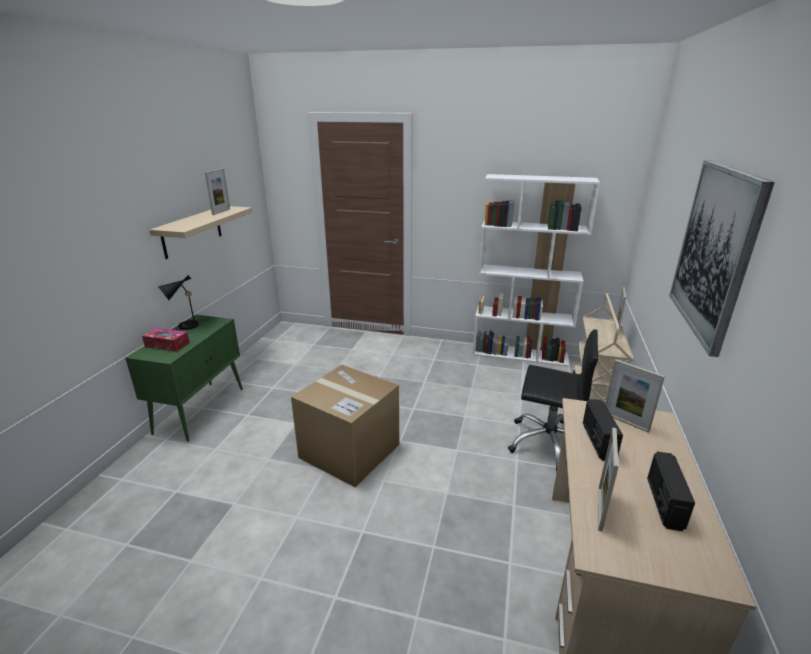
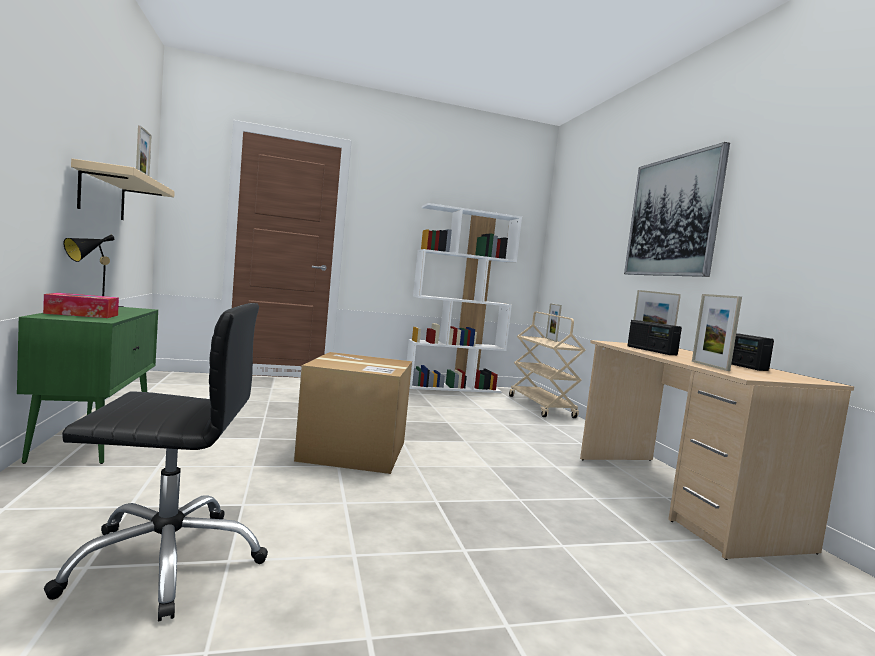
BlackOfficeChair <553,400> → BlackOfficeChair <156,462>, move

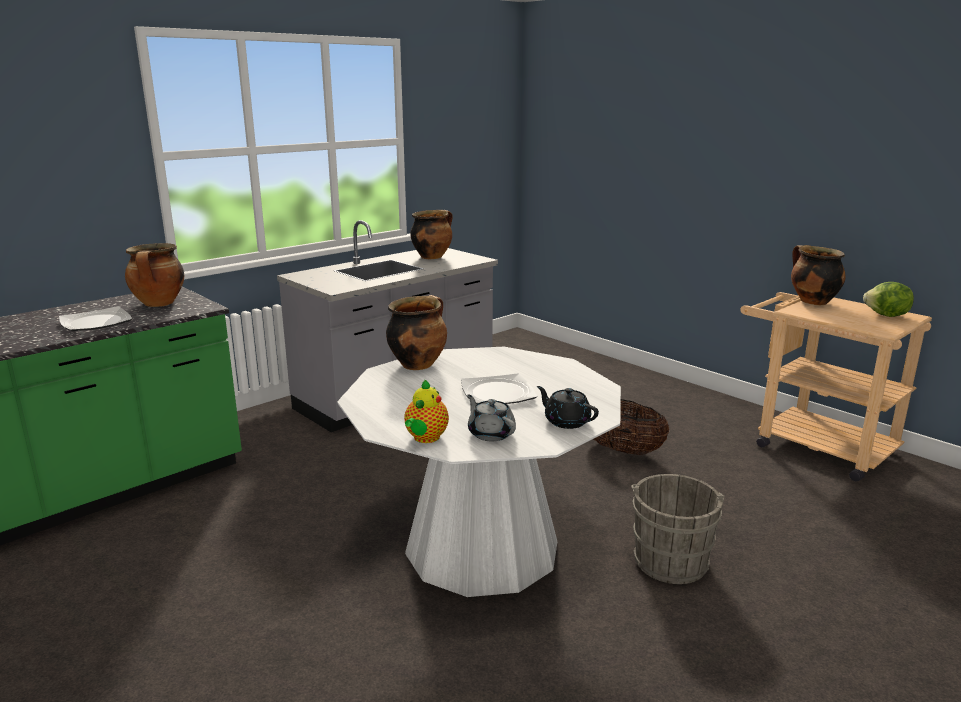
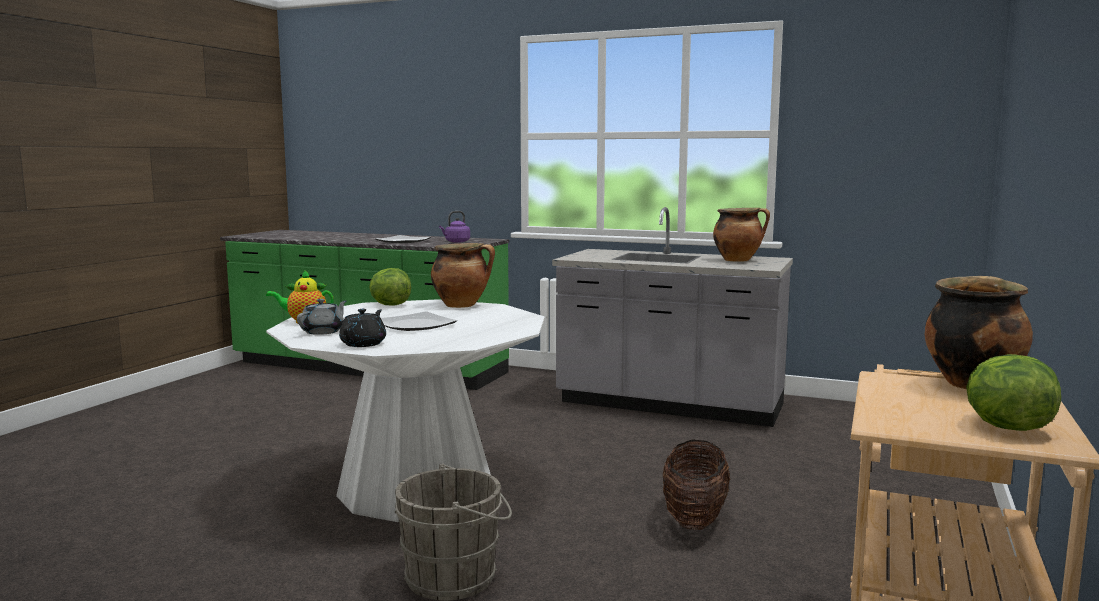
- → Lettuce <390,286>
CookingPot <154,275> → PurpleKettle <454,227>

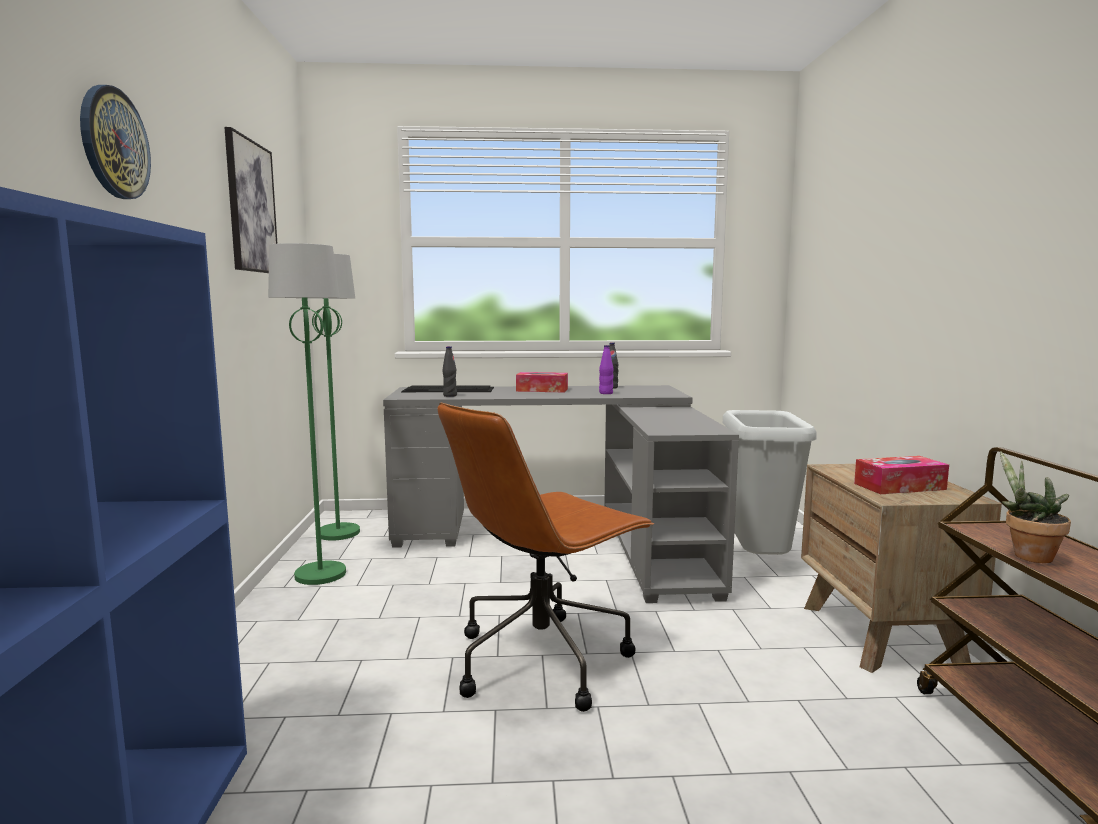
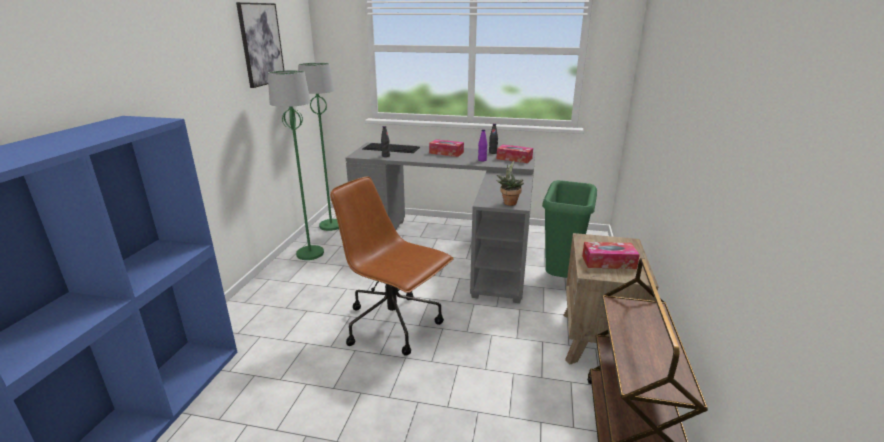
WallClock <115,142> → -
- → TissueBox <515,154>
PottedPlant <1035,507> → PottedPlant <510,183>, move
GreyTrashCan <770,482> → GreenTrashCan <569,229>
BrownOfficeChair <546,557> → BrownOfficeChair <392,266>, 60 degrees clockwise

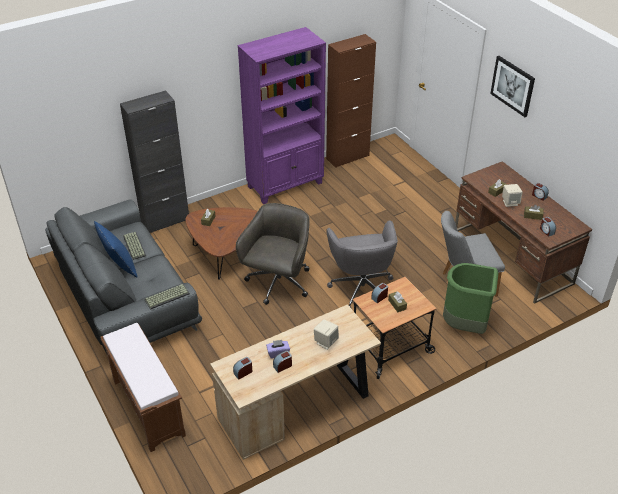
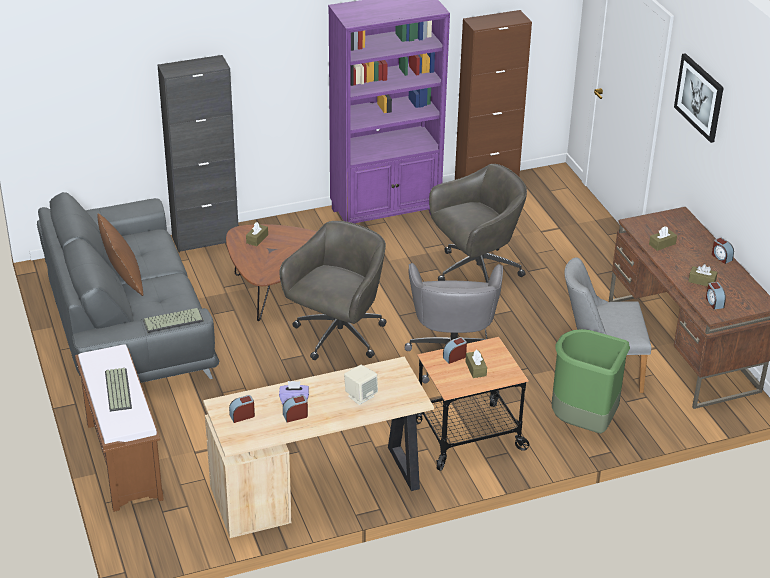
BeigeSpeaker <512,195> → -
- → GreyOfficeChair <478,223>
Keyboard <134,246> → Keyboard <118,390>, move
BluePillow <116,249> → BrownPillow <120,254>

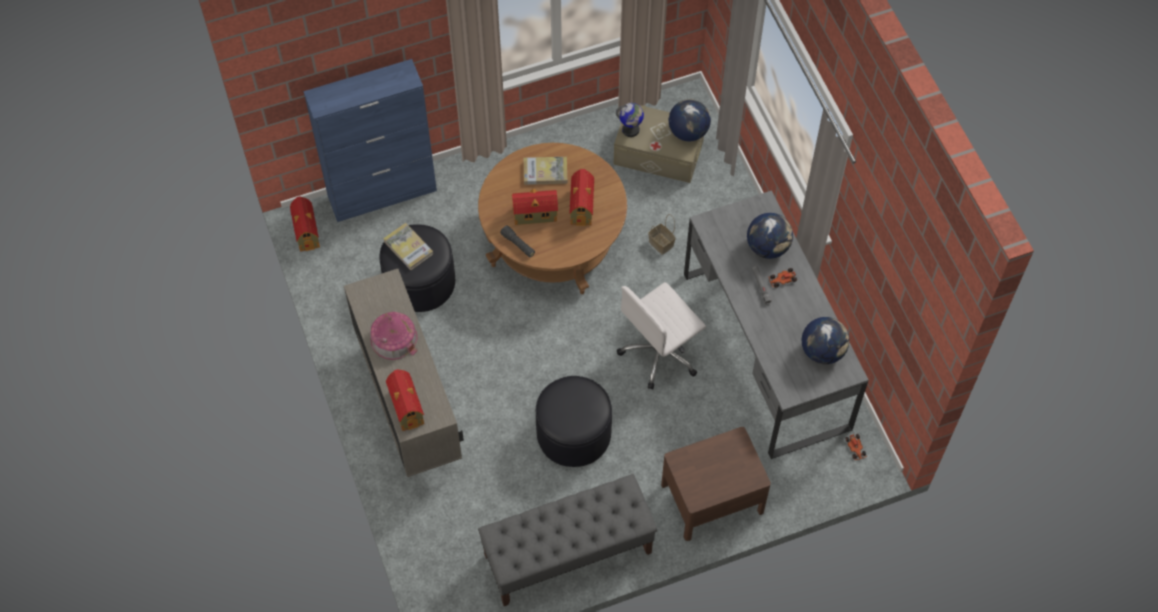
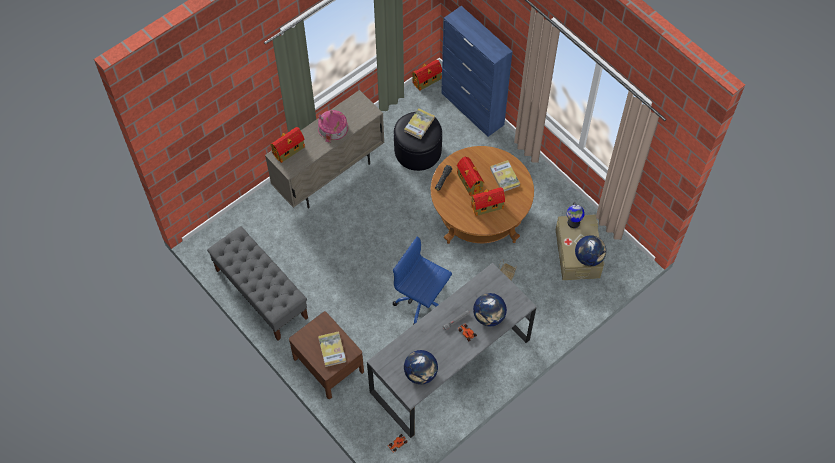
BlackOttoman <574,421> → -
- → Book <332,349>
WhiteOfficeChair <661,336> → BlueOfficeChair <422,280>

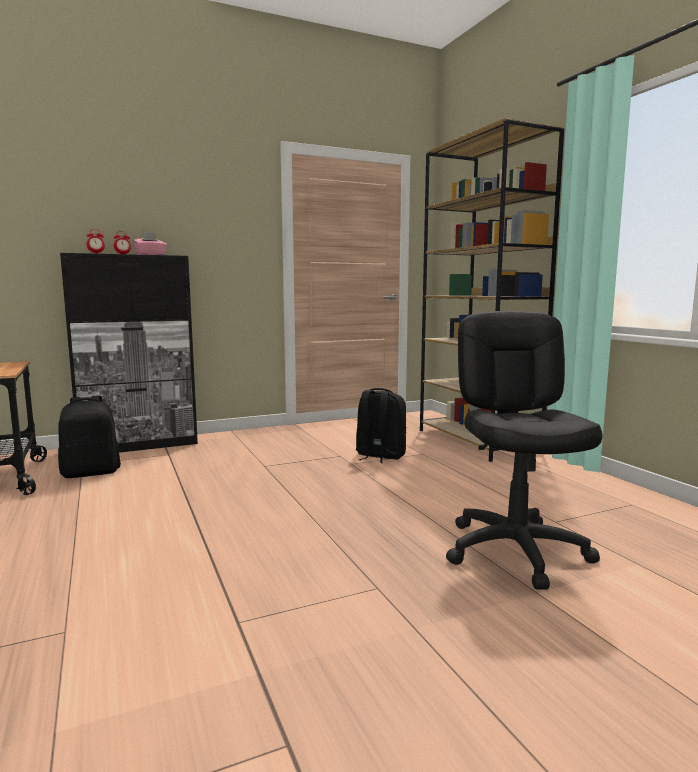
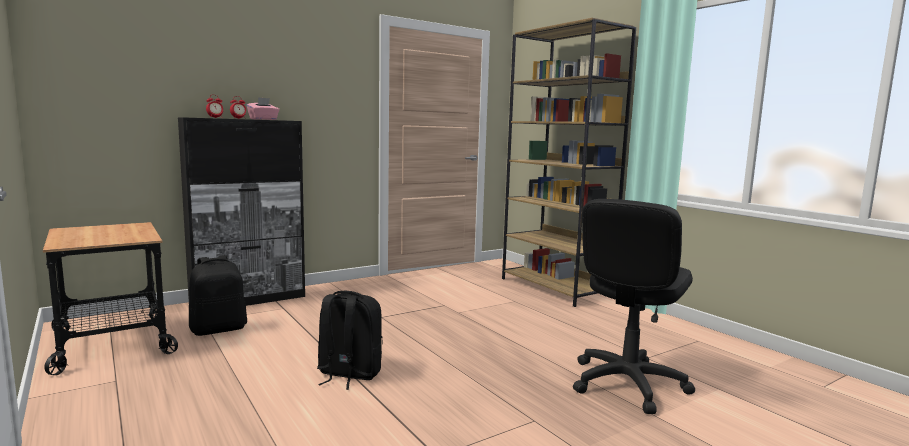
BlackBackpack <381,425> → BlackBackpack <350,340>, move
BlackOfficeChair <524,450> → BlackOfficeChair <634,306>, 135 degrees counterclockwise

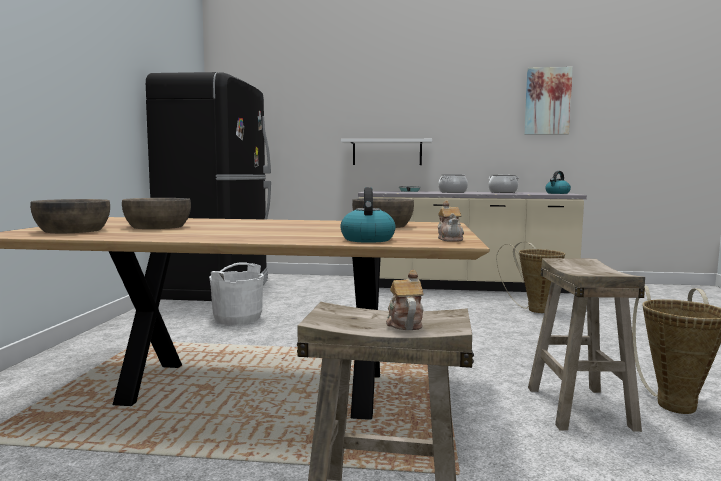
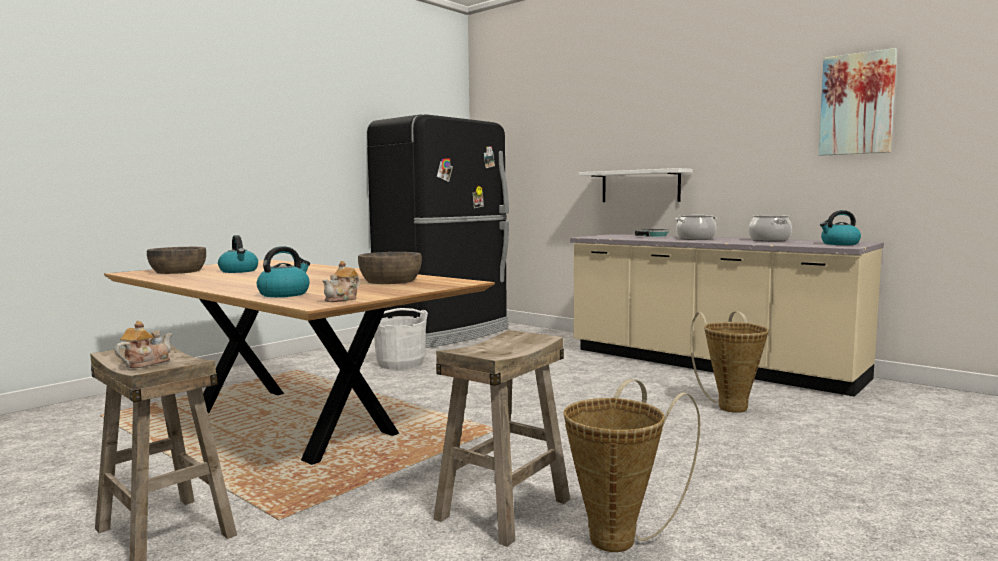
BrownBowl <156,213> → Kettle <238,254>

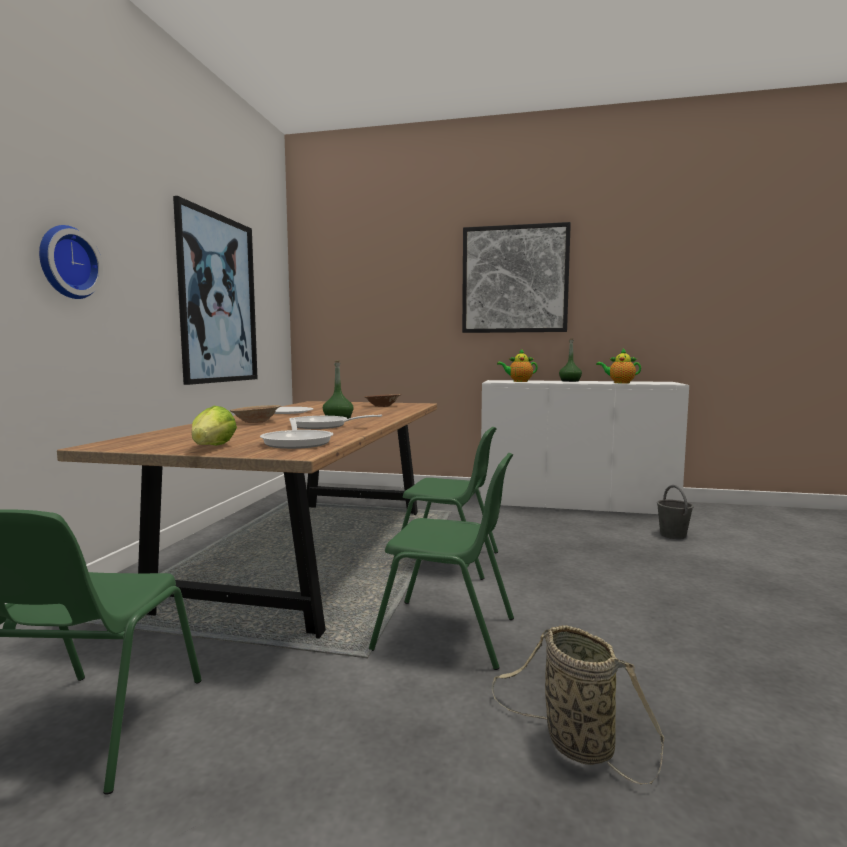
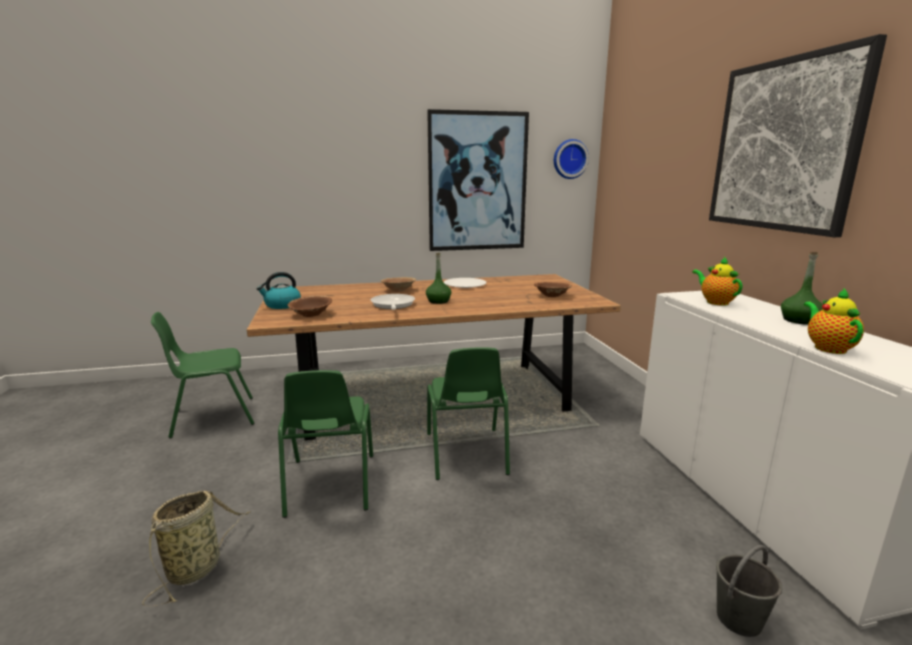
WallClock <71,262> → WallClock <571,159>, move
Lettuce <214,426> → Kettle <279,290>
FryingPan <296,433> → BrownBowl <309,306>

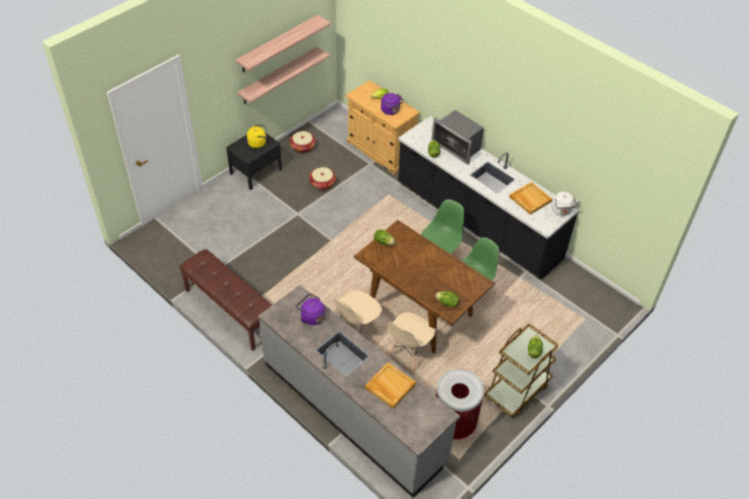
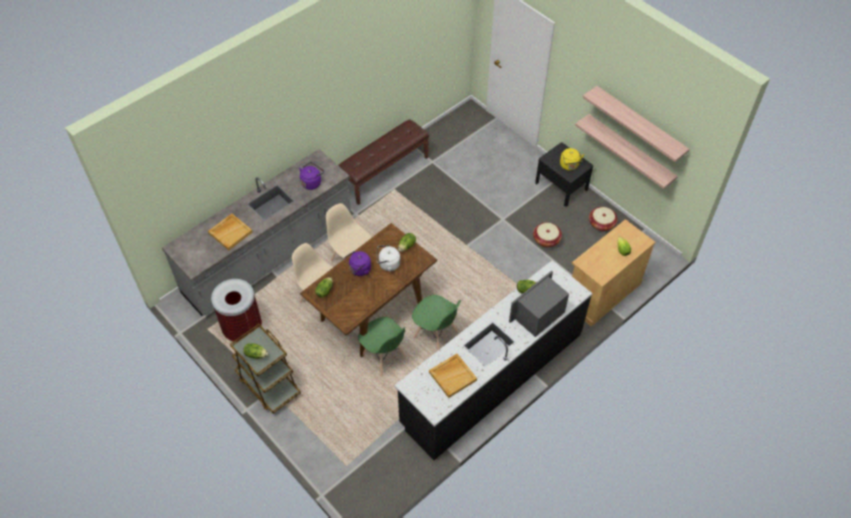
PurpleKettle <392,104> → PurpleKettle <357,263>, move
WhiteKettle <565,204> → WhiteKettle <389,258>, move

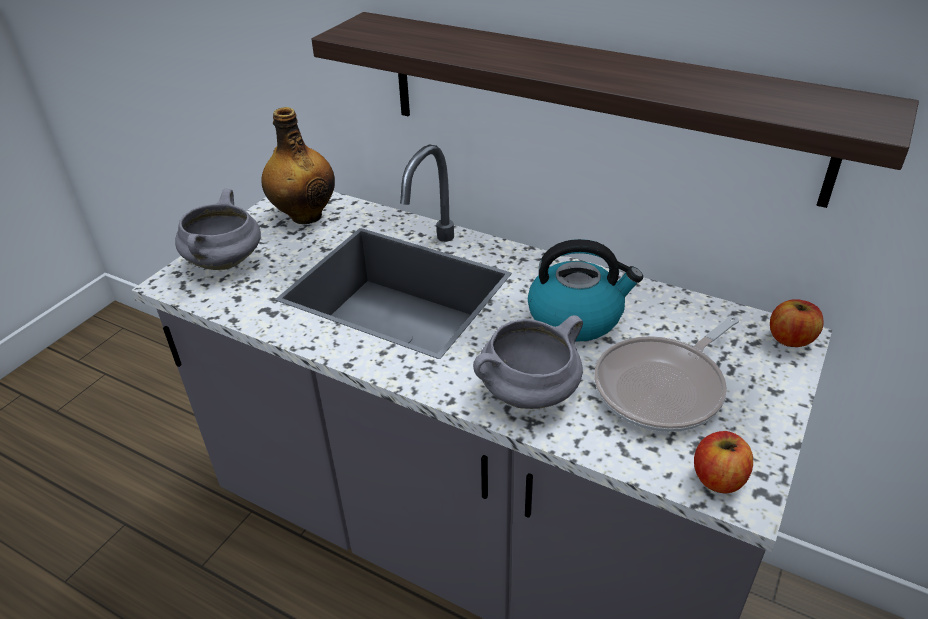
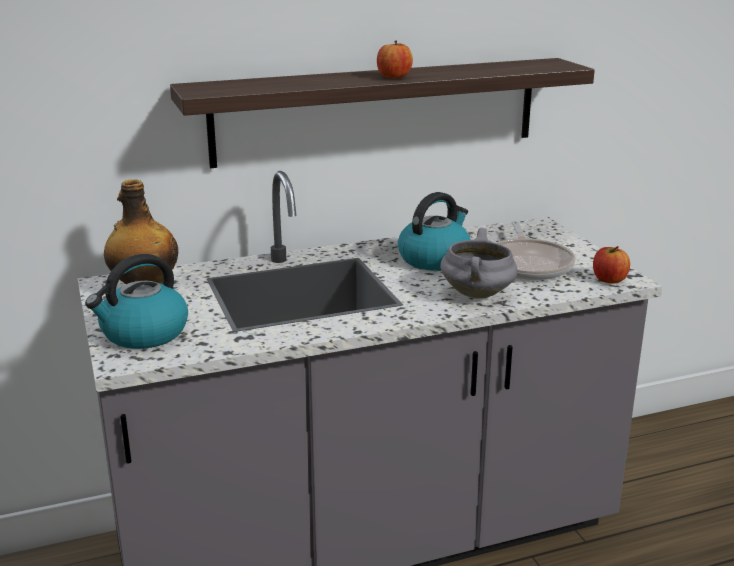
Apple <797,323> → Apple <395,59>, move
GreyCookingPot <218,229> → Kettle <136,301>

